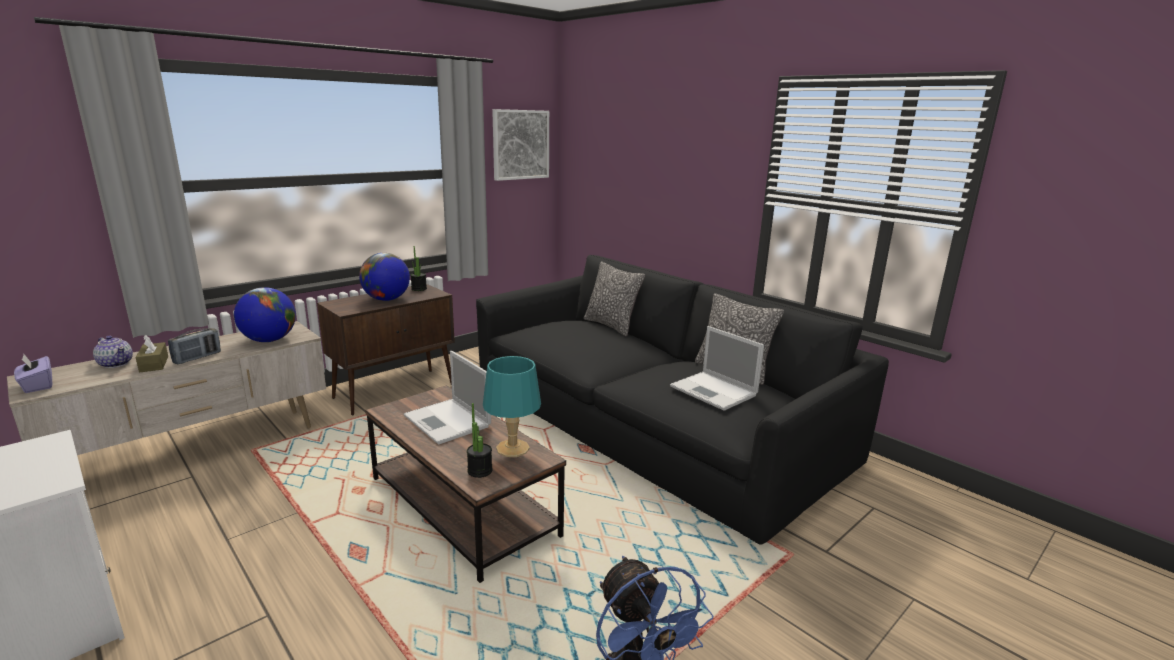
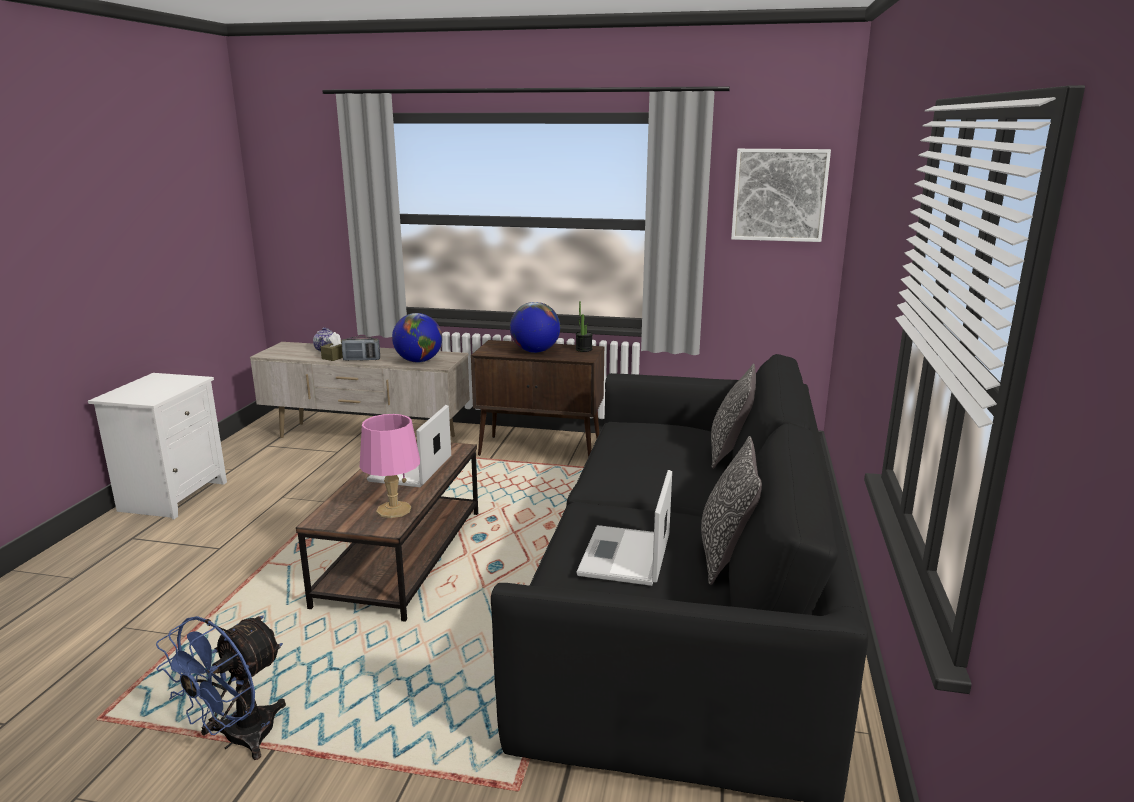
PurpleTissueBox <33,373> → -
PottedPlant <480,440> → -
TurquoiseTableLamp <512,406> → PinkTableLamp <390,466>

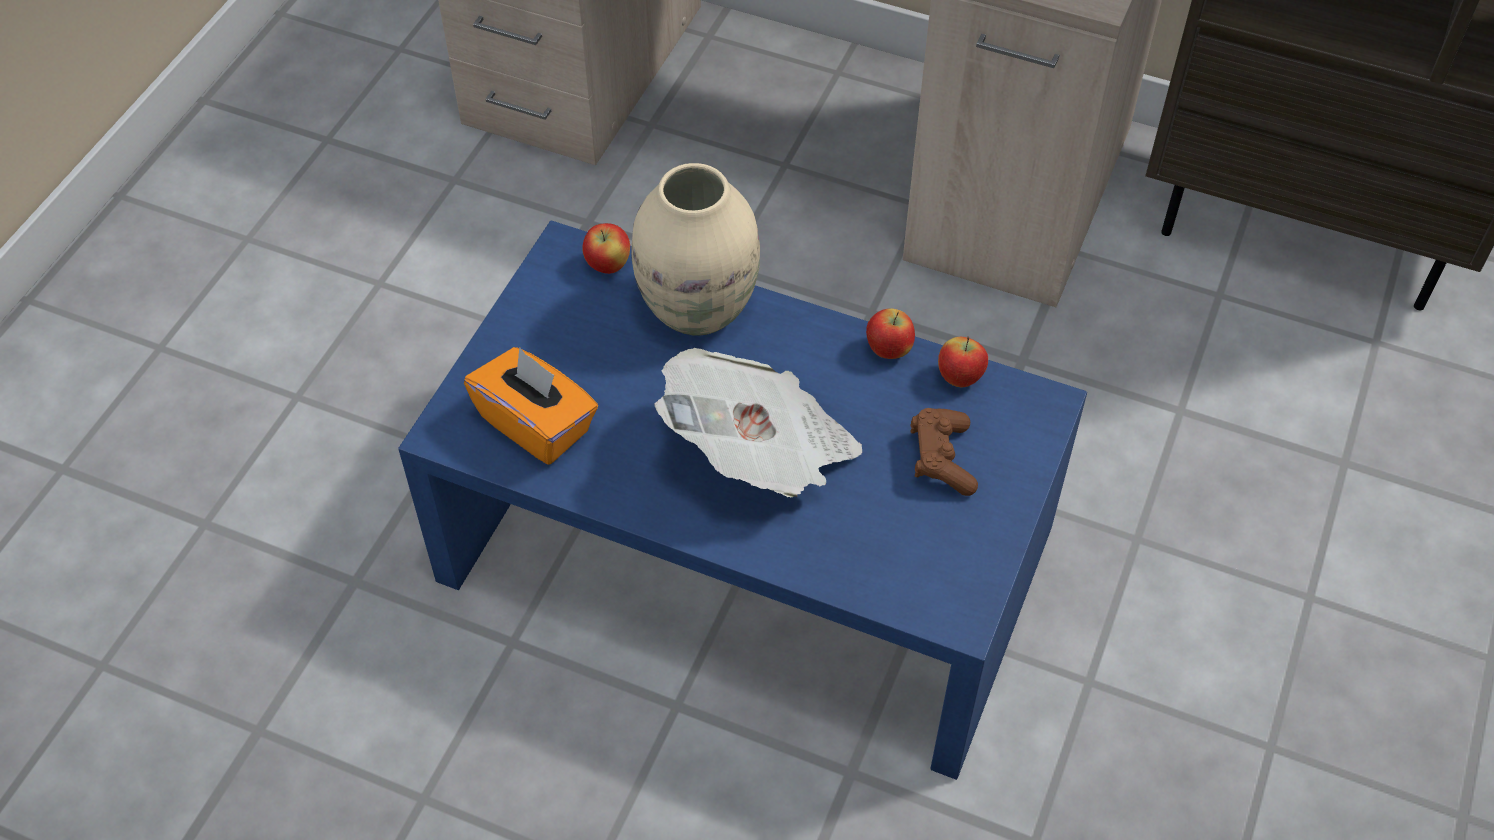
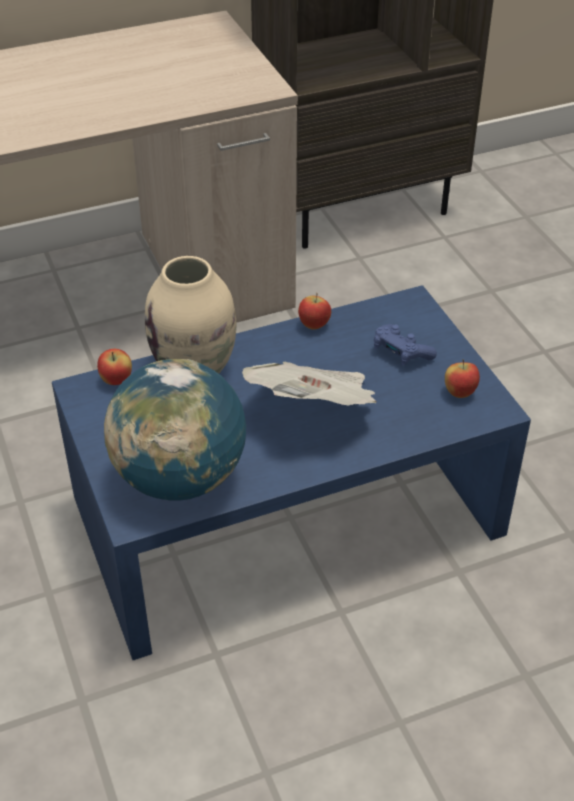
Apple <963,362> → Apple <462,378>, move
OrangeTissueBox <531,406> → Globe <175,430>
BrownGameController <944,452> → BlueGameController <405,345>

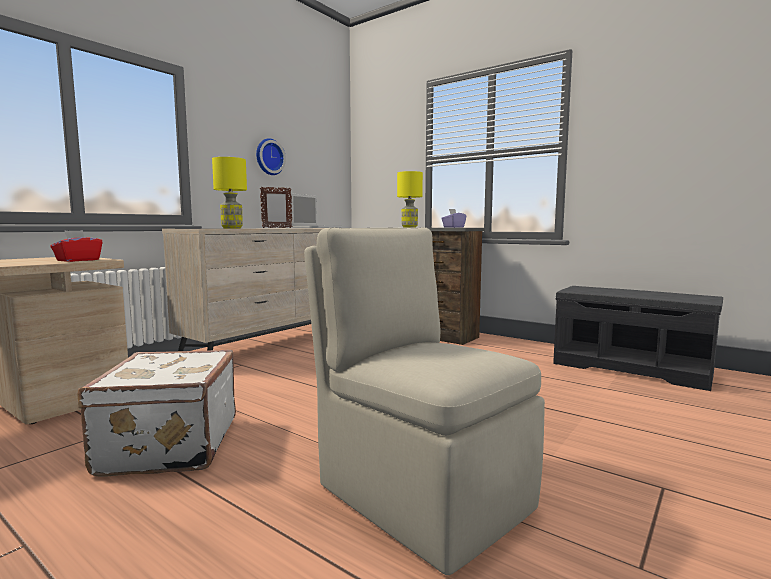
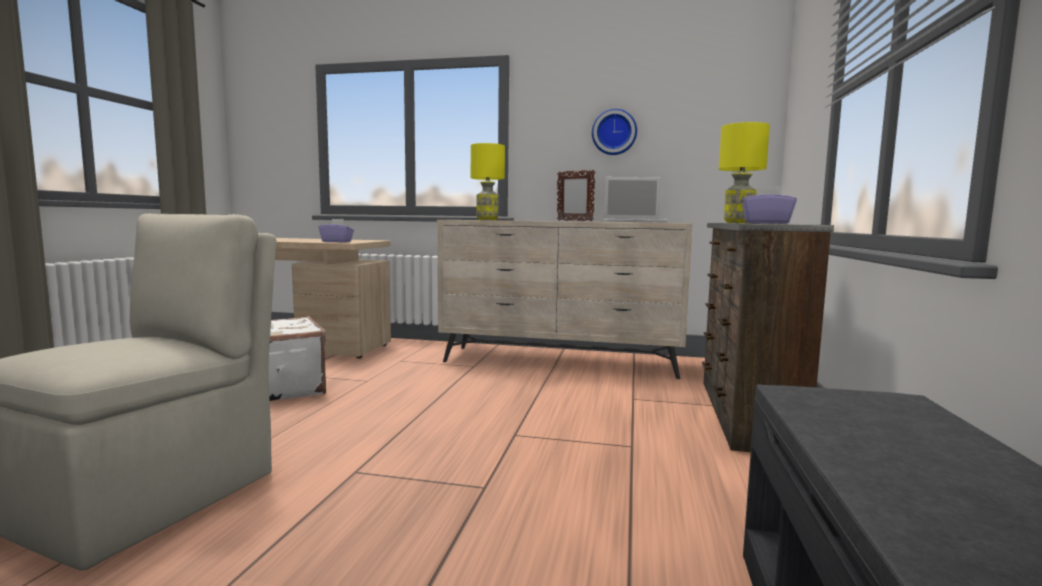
RedTissueBox <76,246> → PurpleTissueBox <336,230>

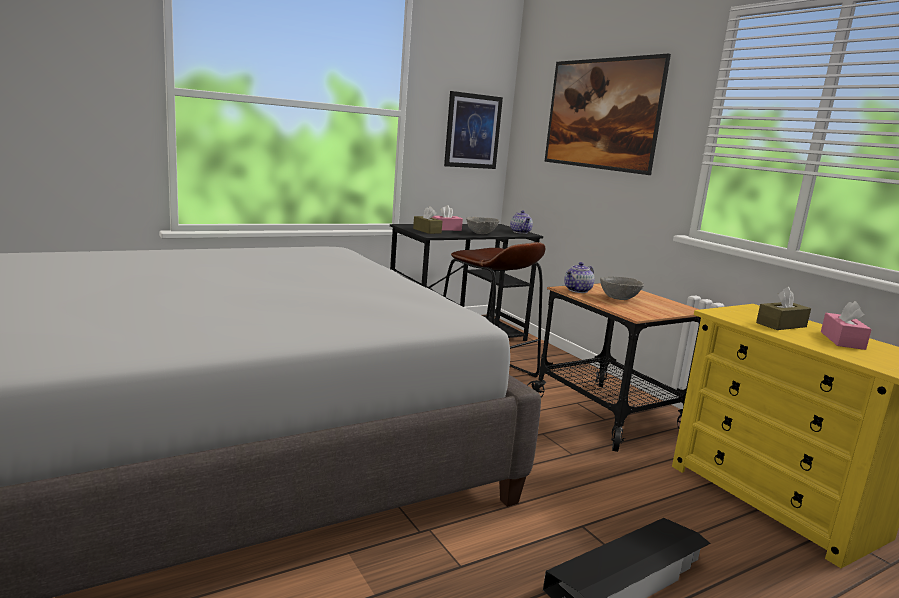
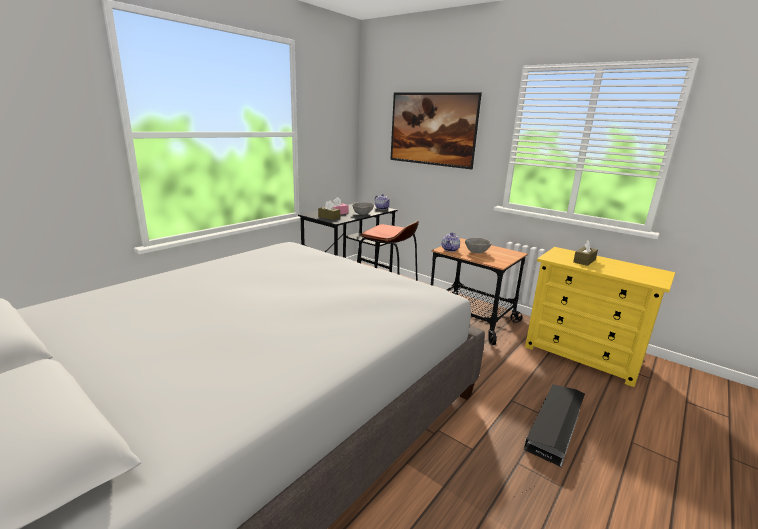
Picture <473,130> → -
PinkTissueBox <846,325> → -

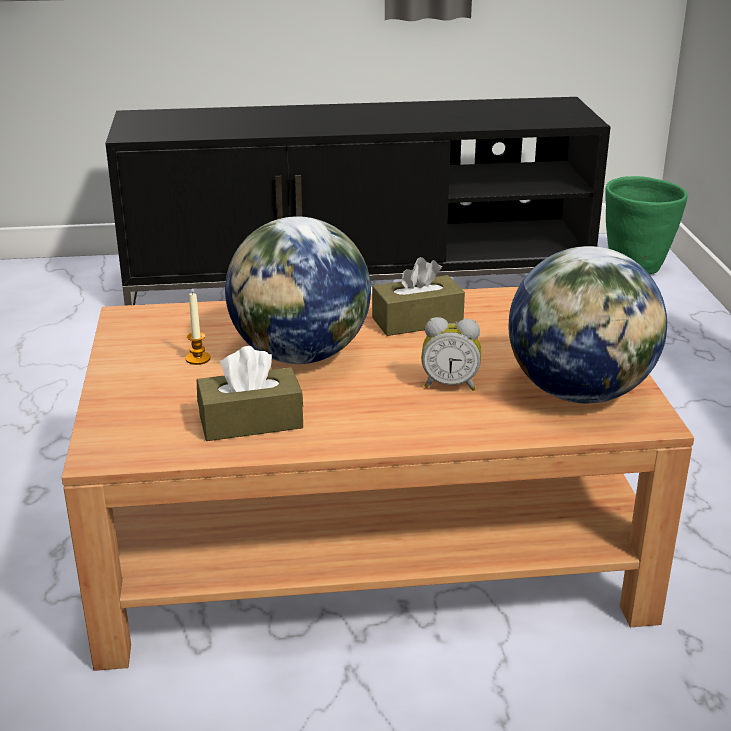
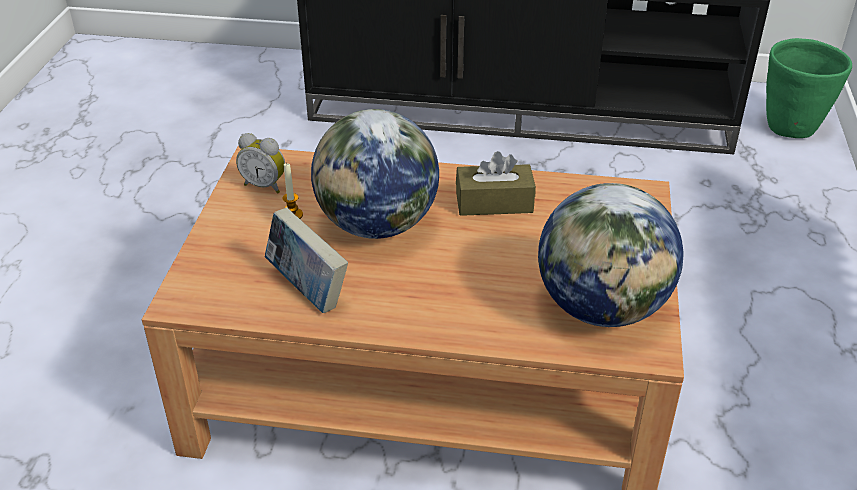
AlarmClock <451,354> → AlarmClock <260,163>, move
BrownTissueBox <250,393> → Book <306,260>

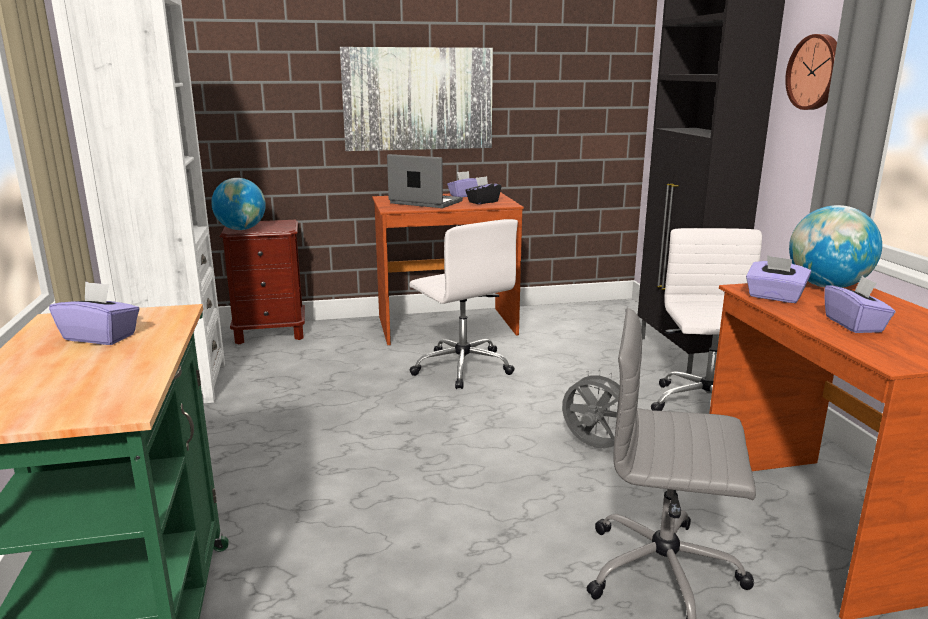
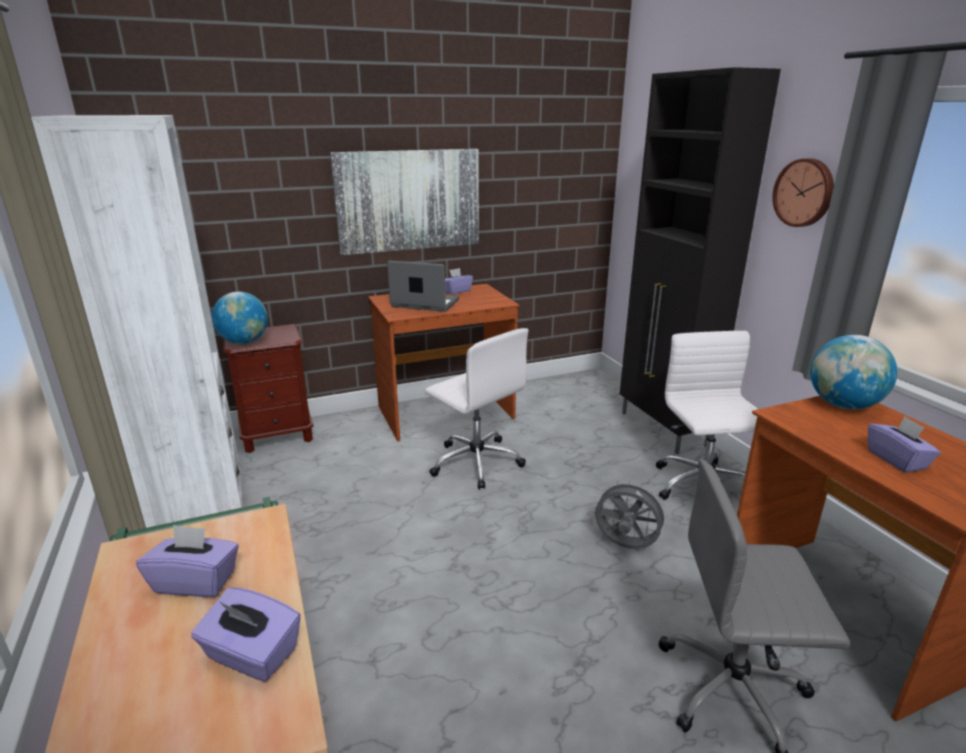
BlackTissueBox <483,190> → -
PurpleTissueBox <778,279> → PurpleTissueBox <246,634>, move

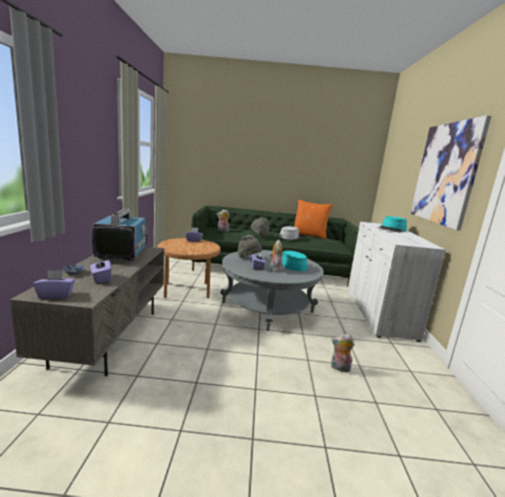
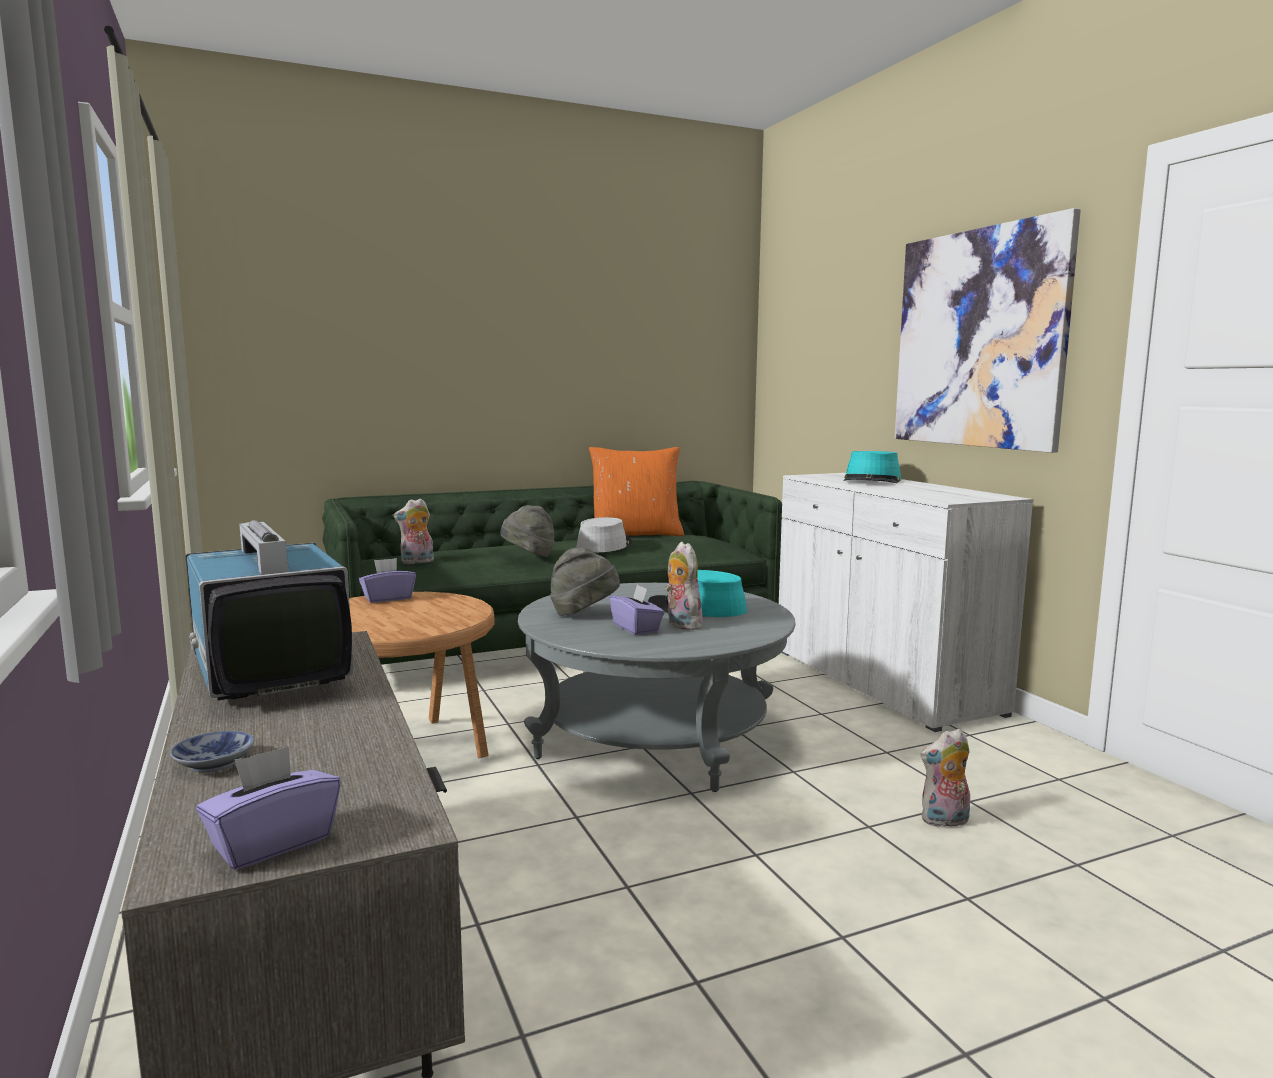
PurpleTissueBox <101,270> → -

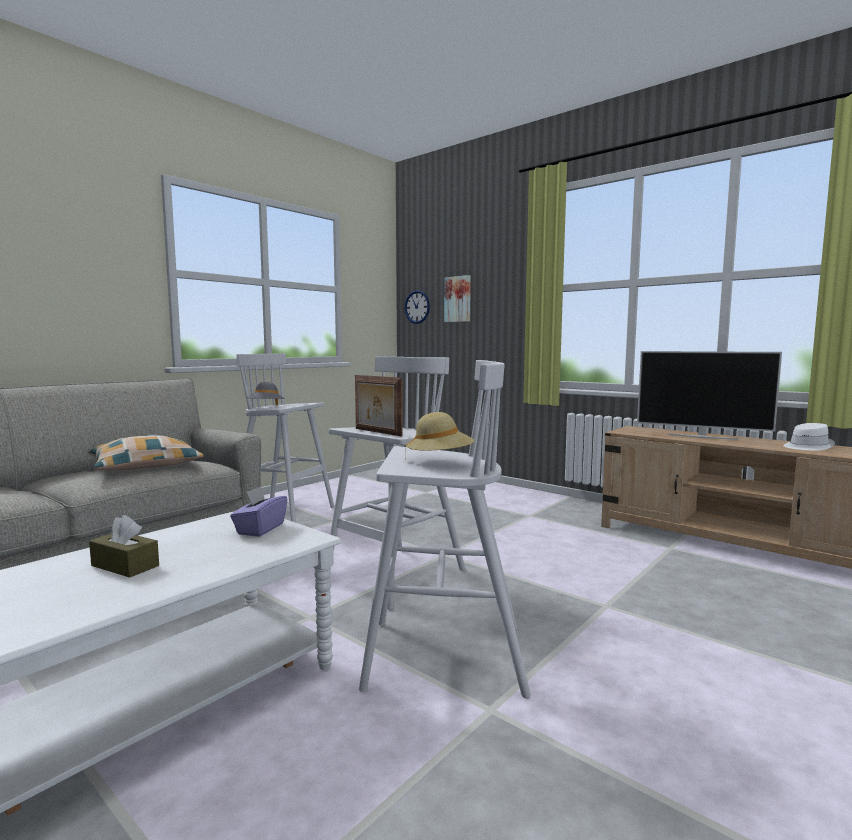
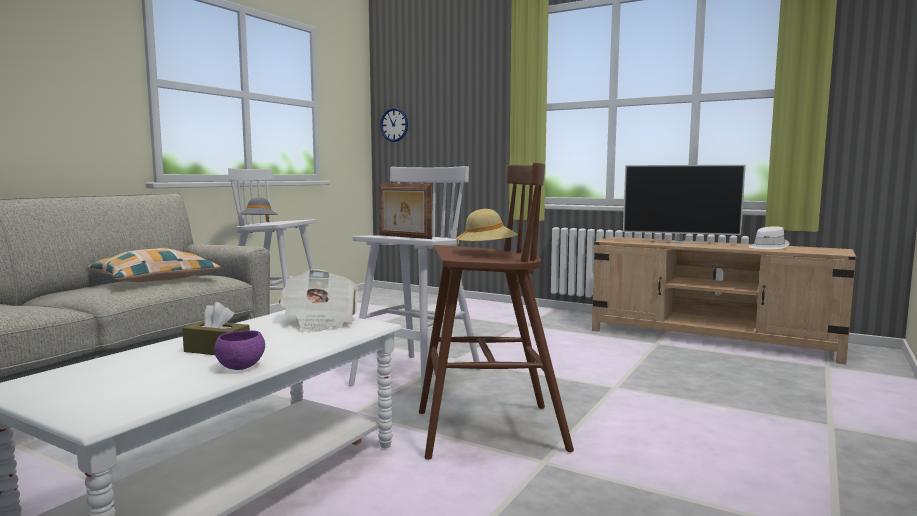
Picture <457,298> → -
- → PurpleBowl <239,350>
PurpleTissueBox <258,511> → Newspaper <318,300>
WhiteStool <445,529> → BrownStool <496,311>

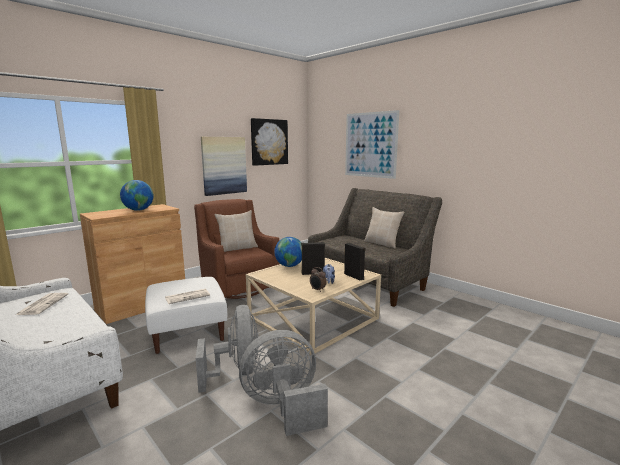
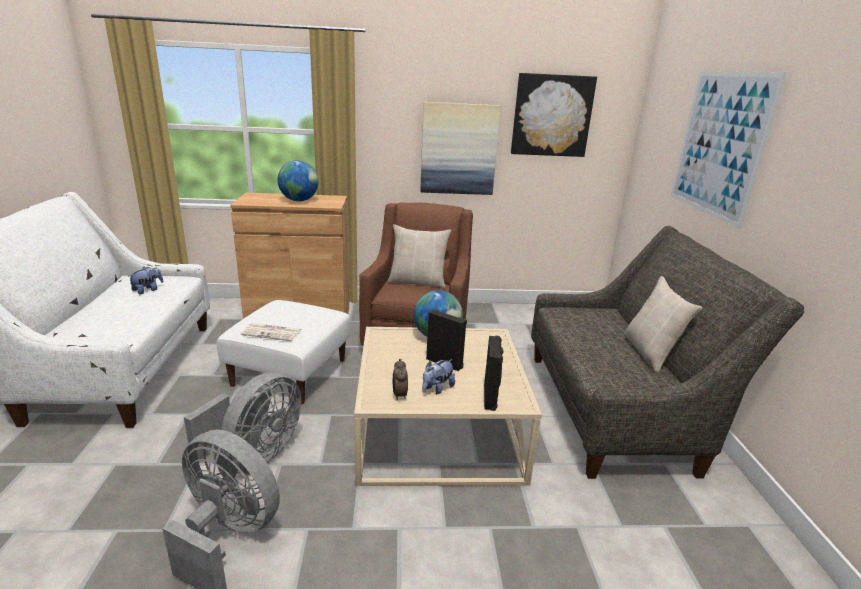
Newspaper <42,304> → PlushToy <145,280>

